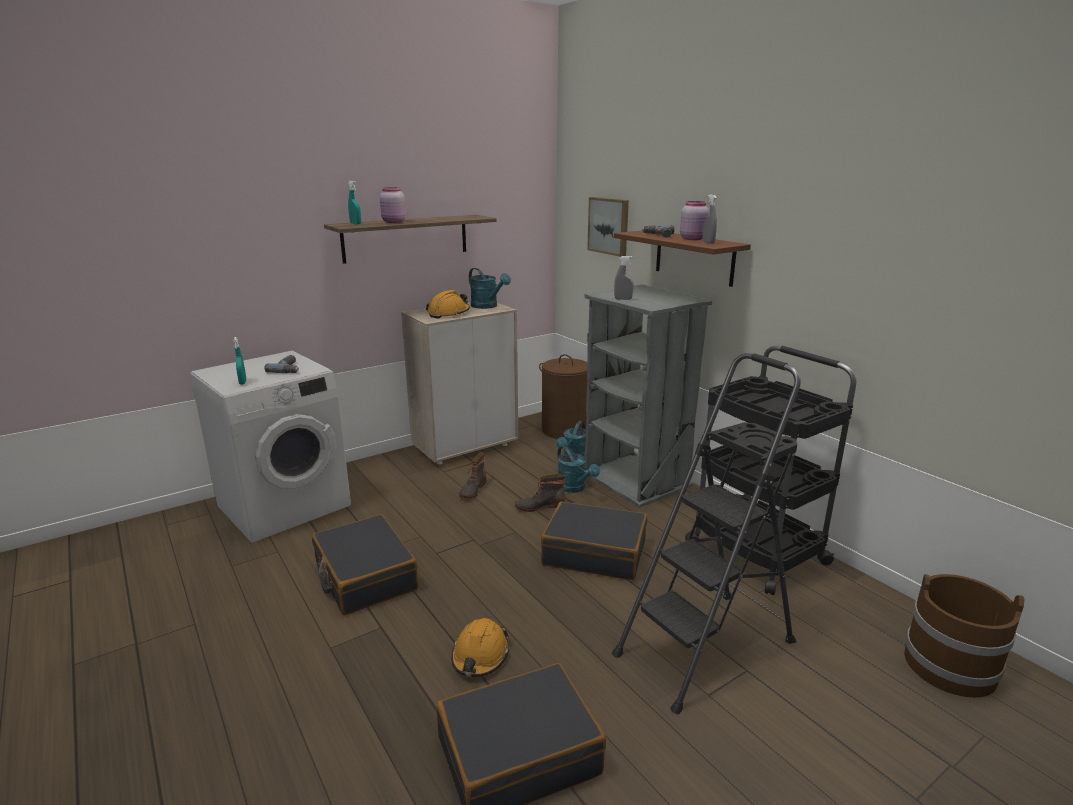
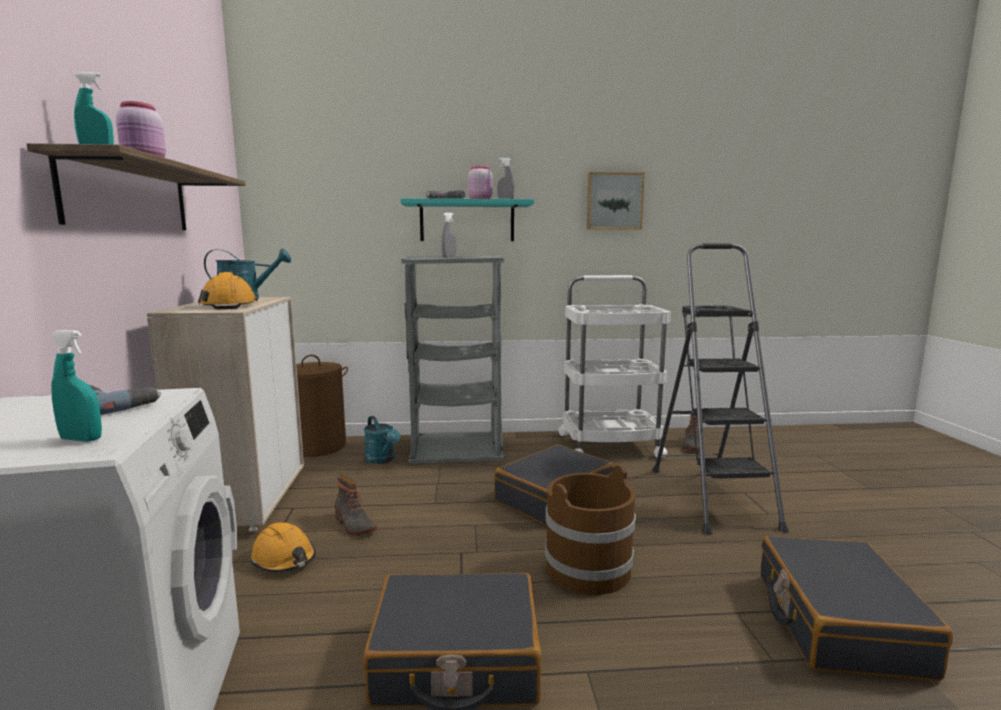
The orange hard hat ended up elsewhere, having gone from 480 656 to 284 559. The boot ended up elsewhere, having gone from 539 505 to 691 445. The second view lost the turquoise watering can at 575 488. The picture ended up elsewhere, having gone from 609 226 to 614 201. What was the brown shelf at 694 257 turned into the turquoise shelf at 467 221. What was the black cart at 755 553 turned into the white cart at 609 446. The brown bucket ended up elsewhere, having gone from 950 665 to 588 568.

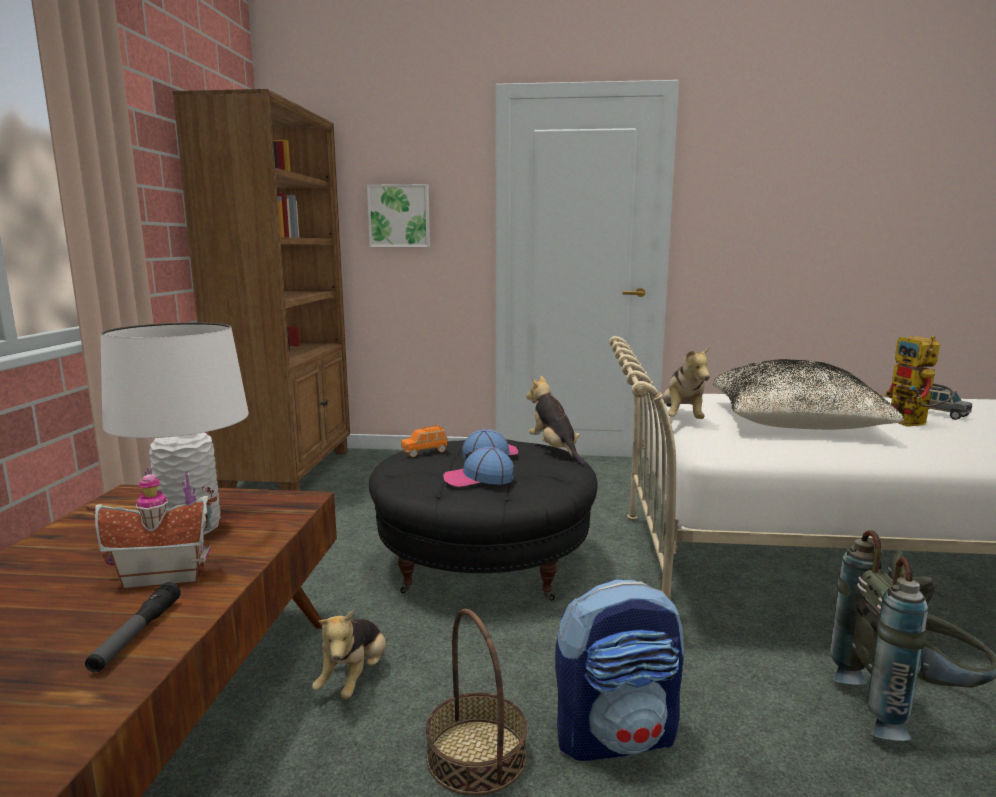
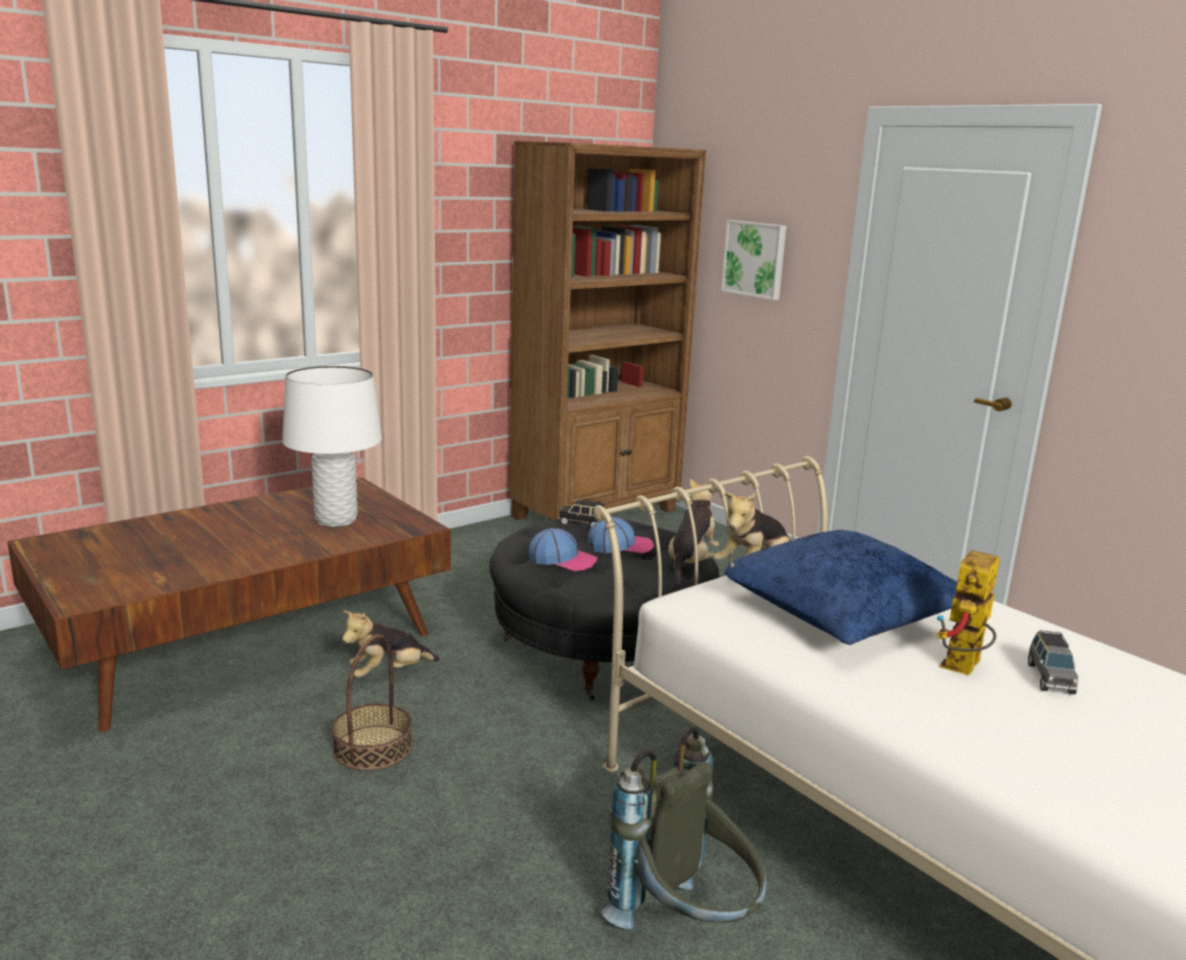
The second view lost the flashlight at 137 634. The second view lost the toy house at 164 575. What was the orange toy car at 425 452 turned into the black toy car at 582 524. The cap at 478 478 ended up facing another way, 150 degrees clockwise from before. The second view lost the backpack at 616 736. What was the beige pillow at 794 420 turned into the blue pillow at 840 611.

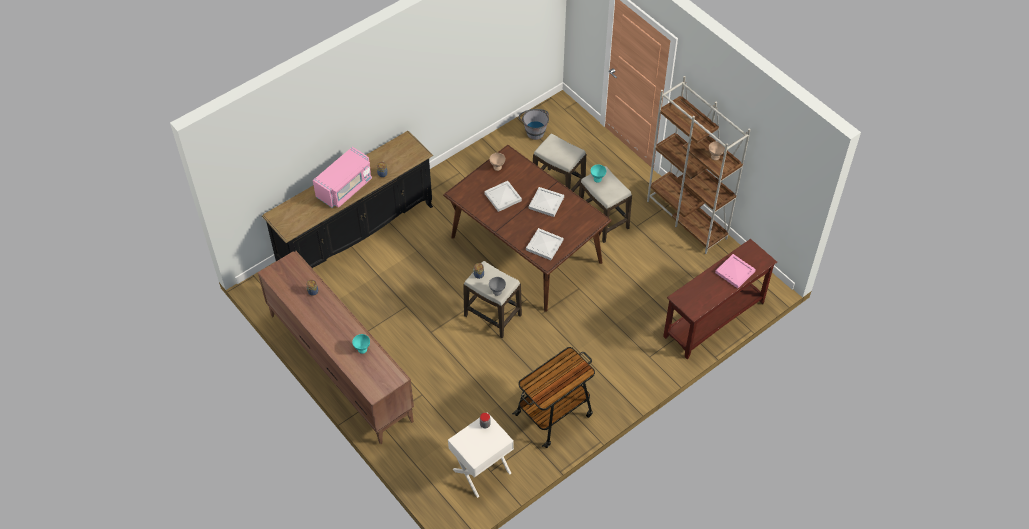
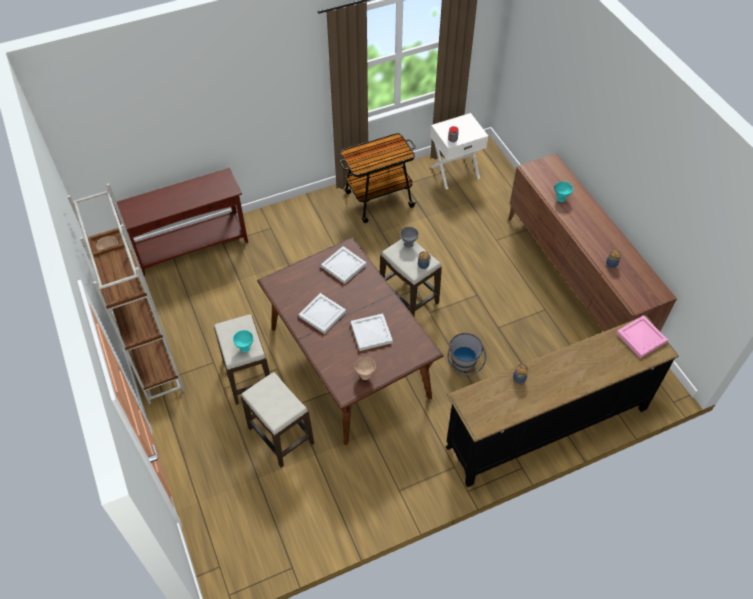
The second view lost the pink microwave at 345 188. The grey bucket ended up elsewhere, having gone from 534 130 to 464 366. The pink tray ended up elsewhere, having gone from 735 272 to 641 337.

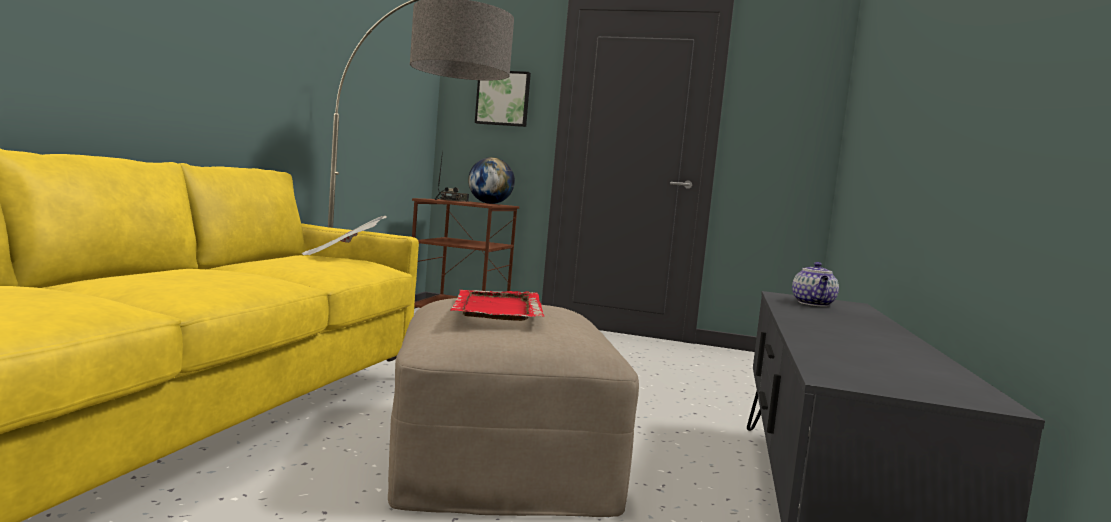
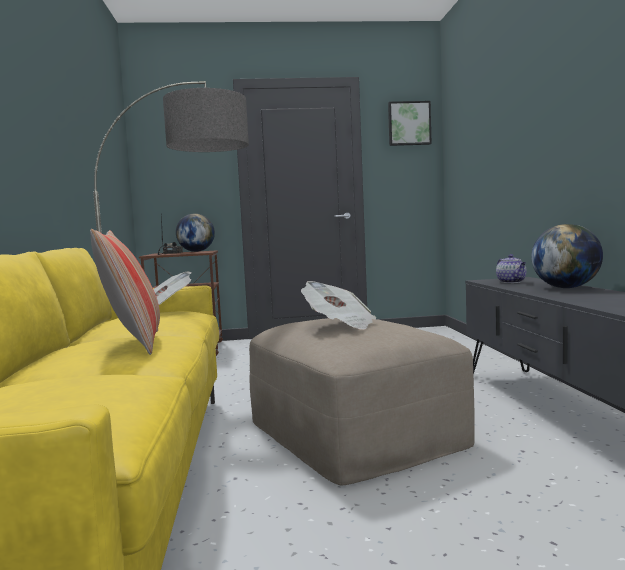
Where the red tray stood at 497 309, the newspaper came to stand at 340 324. The picture ended up elsewhere, having gone from 503 98 to 409 123. The second view gained the pillow at 134 343. The second view gained the globe at 566 288.

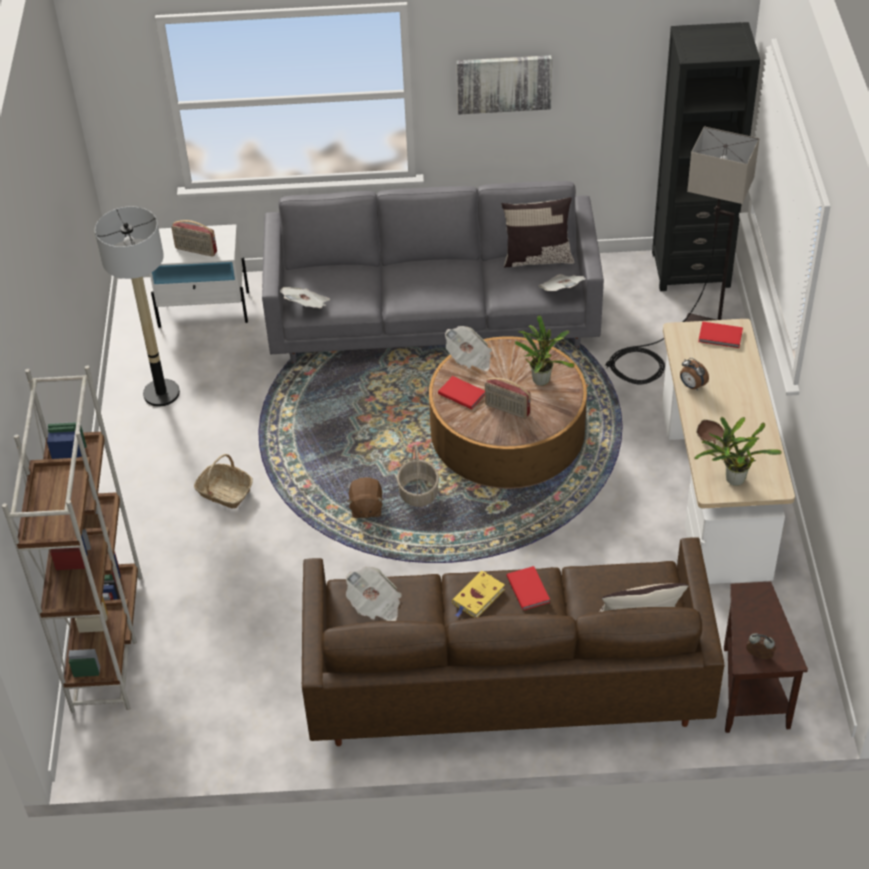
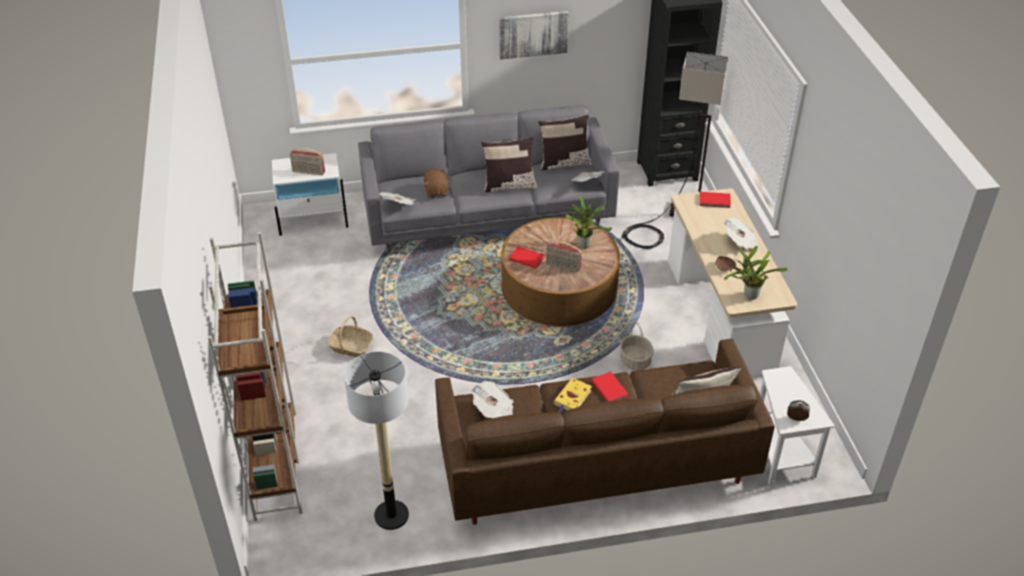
The floor lamp ended up elsewhere, having gone from 161 393 to 391 515. The brown plush toy ended up elsewhere, having gone from 366 508 to 436 191. The basket ended up elsewhere, having gone from 418 493 to 634 360. The newspaper ended up elsewhere, having gone from 469 358 to 741 242. The second view lost the alarm clock at 691 386. What was the brown side table at 750 693 turned into the white side table at 780 455. The second view gained the pillow at 509 185.

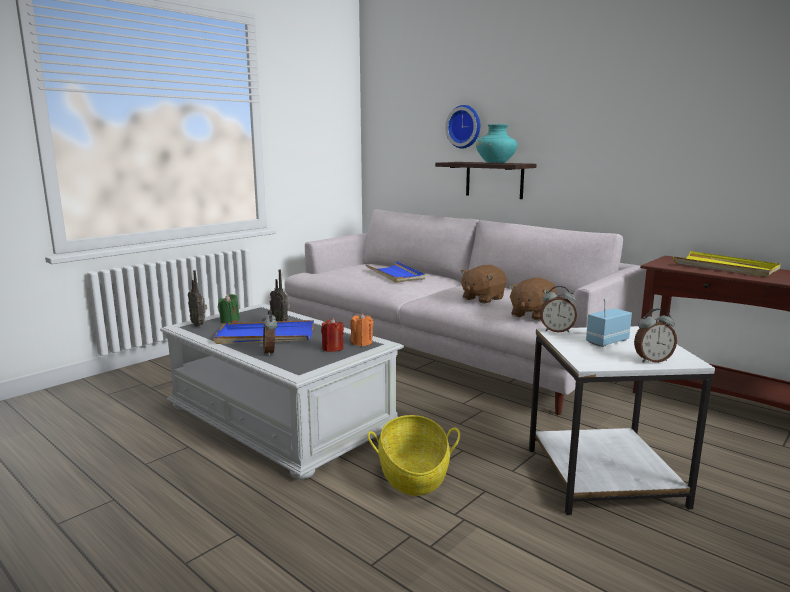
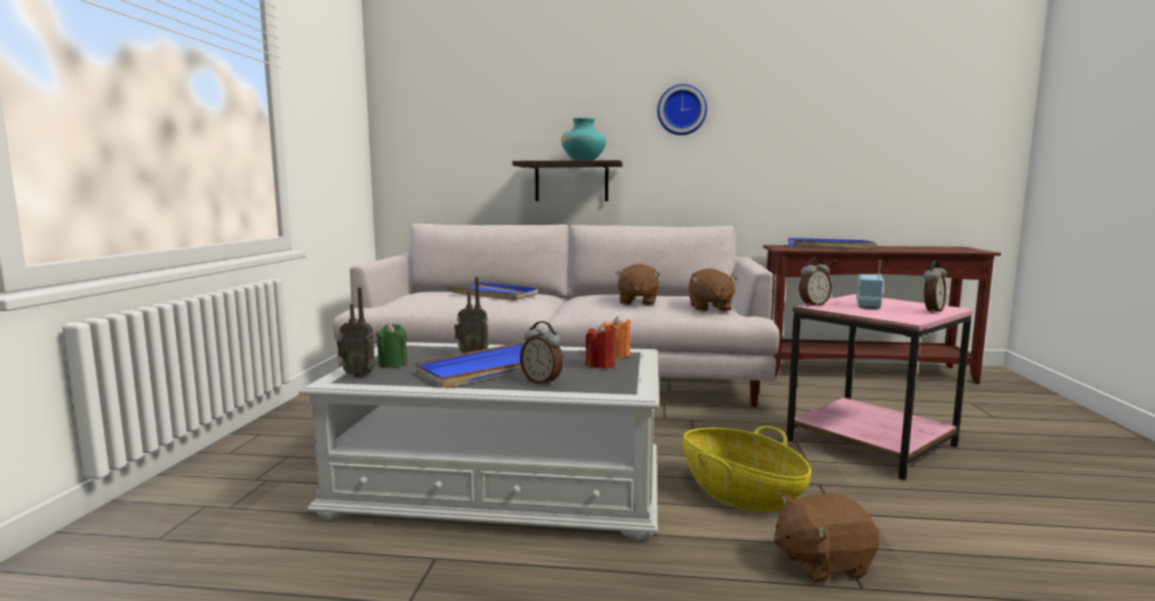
The wall clock ended up elsewhere, having gone from 465 127 to 681 110. What was the white side table at 604 475 turned into the pink side table at 869 442. What was the yellow tray at 725 267 turned into the blue tray at 830 247. The second view gained the brown plush toy at 821 563.

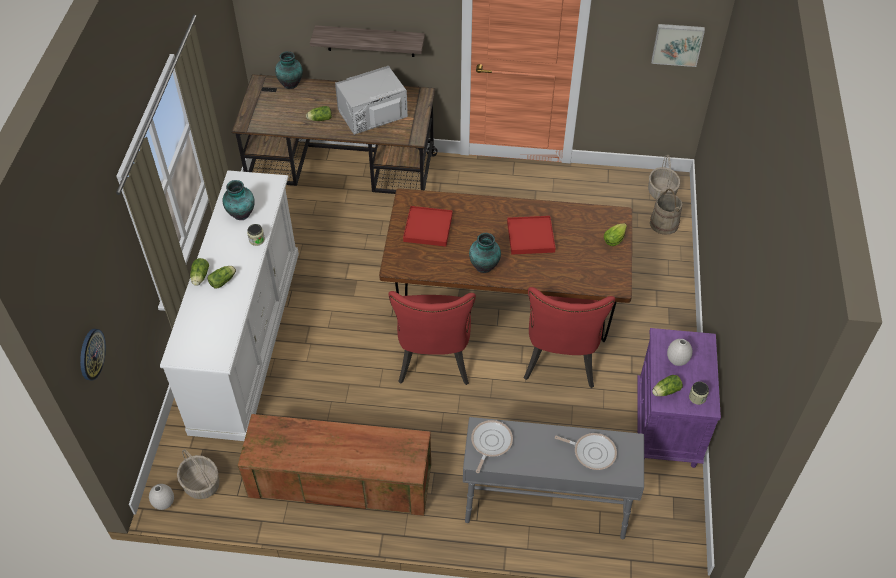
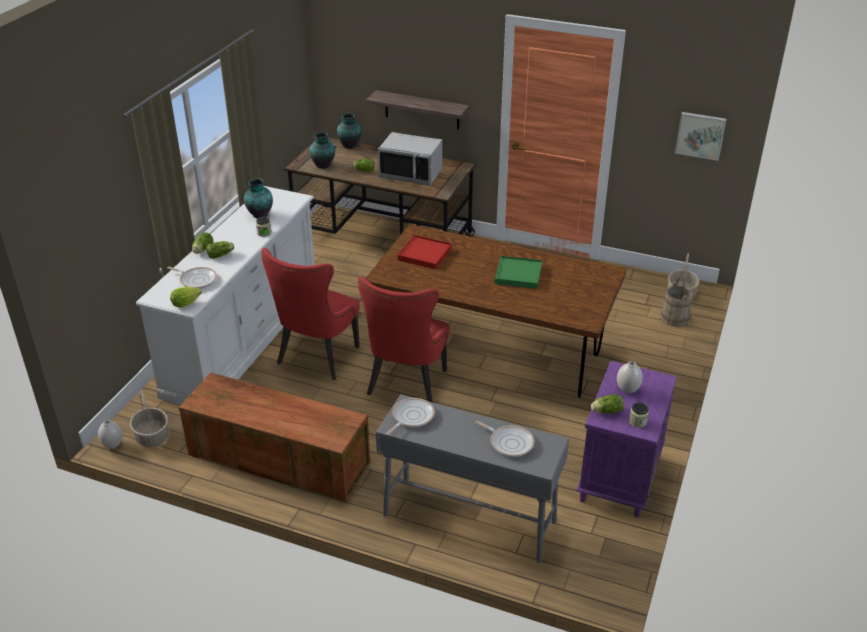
The second view lost the wall clock at 91 354. The grey microwave at 373 115 ended up facing another way, 150 degrees counterclockwise from before. The vase ended up elsewhere, having gone from 485 266 to 323 165. What was the red tray at 530 237 turned into the green tray at 518 274. The red chair ended up elsewhere, having gone from 560 361 to 317 357. The lettuce ended up elsewhere, having gone from 615 239 to 187 303. The second view gained the frying pan at 196 280.

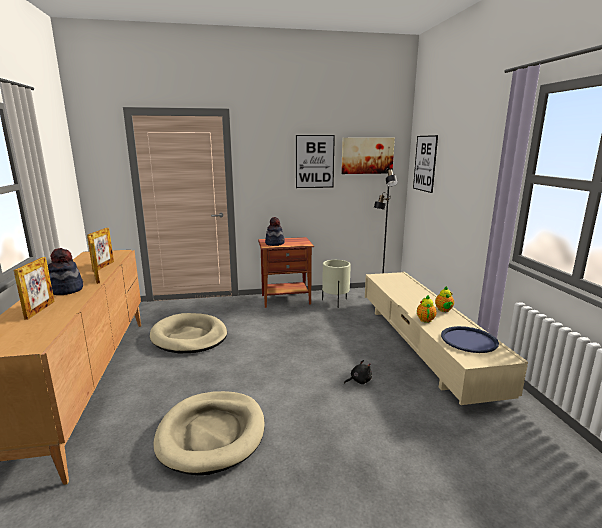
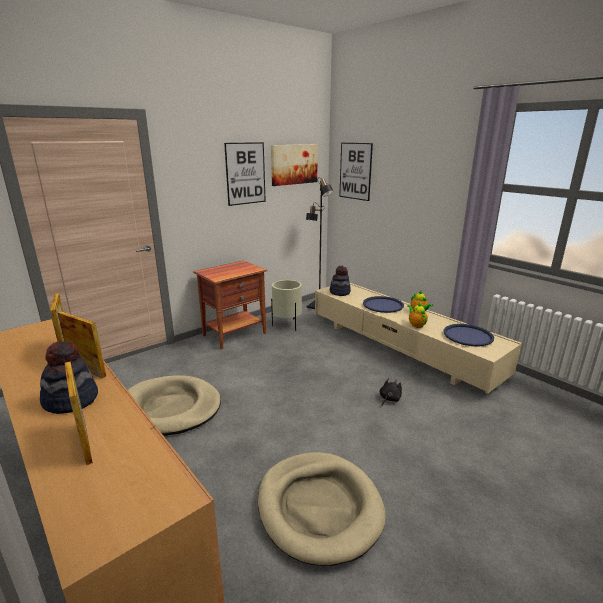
The hat ended up elsewhere, having gone from 275 243 to 340 292. The second view gained the blue tray at 383 305.

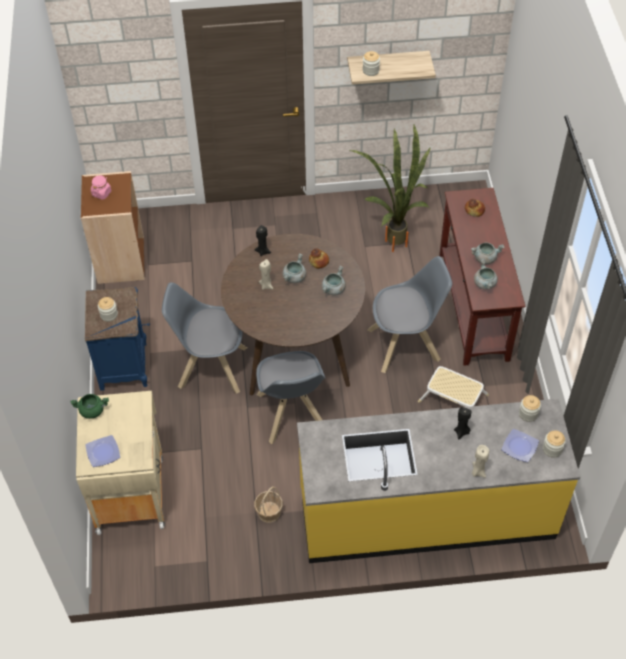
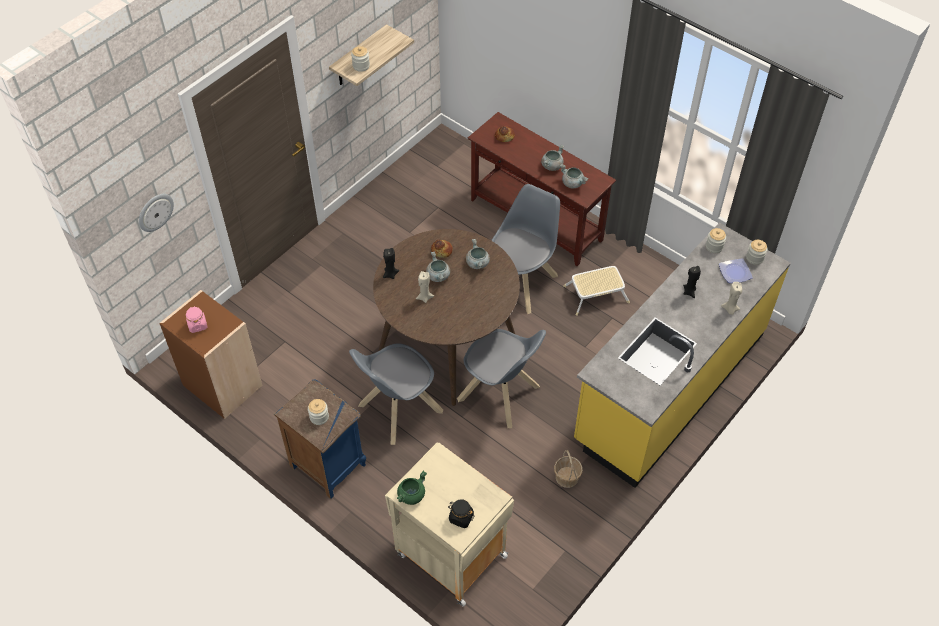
Where the plate stood at 104 453, the black jar came to stand at 461 517. The second view lost the potted plant at 394 238. The second view gained the wall clock at 155 212.

